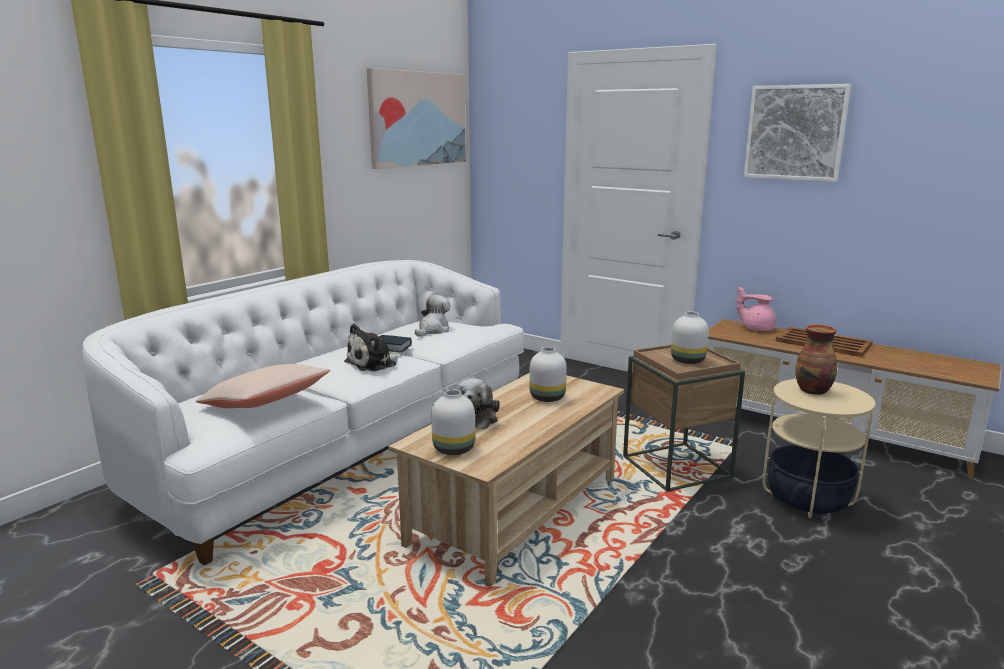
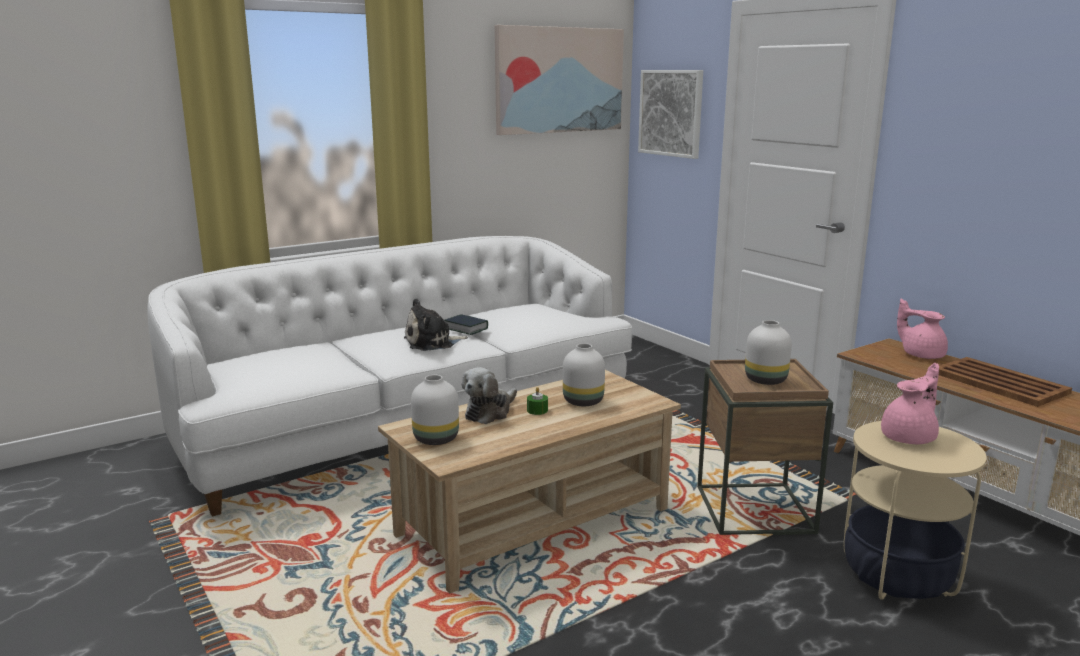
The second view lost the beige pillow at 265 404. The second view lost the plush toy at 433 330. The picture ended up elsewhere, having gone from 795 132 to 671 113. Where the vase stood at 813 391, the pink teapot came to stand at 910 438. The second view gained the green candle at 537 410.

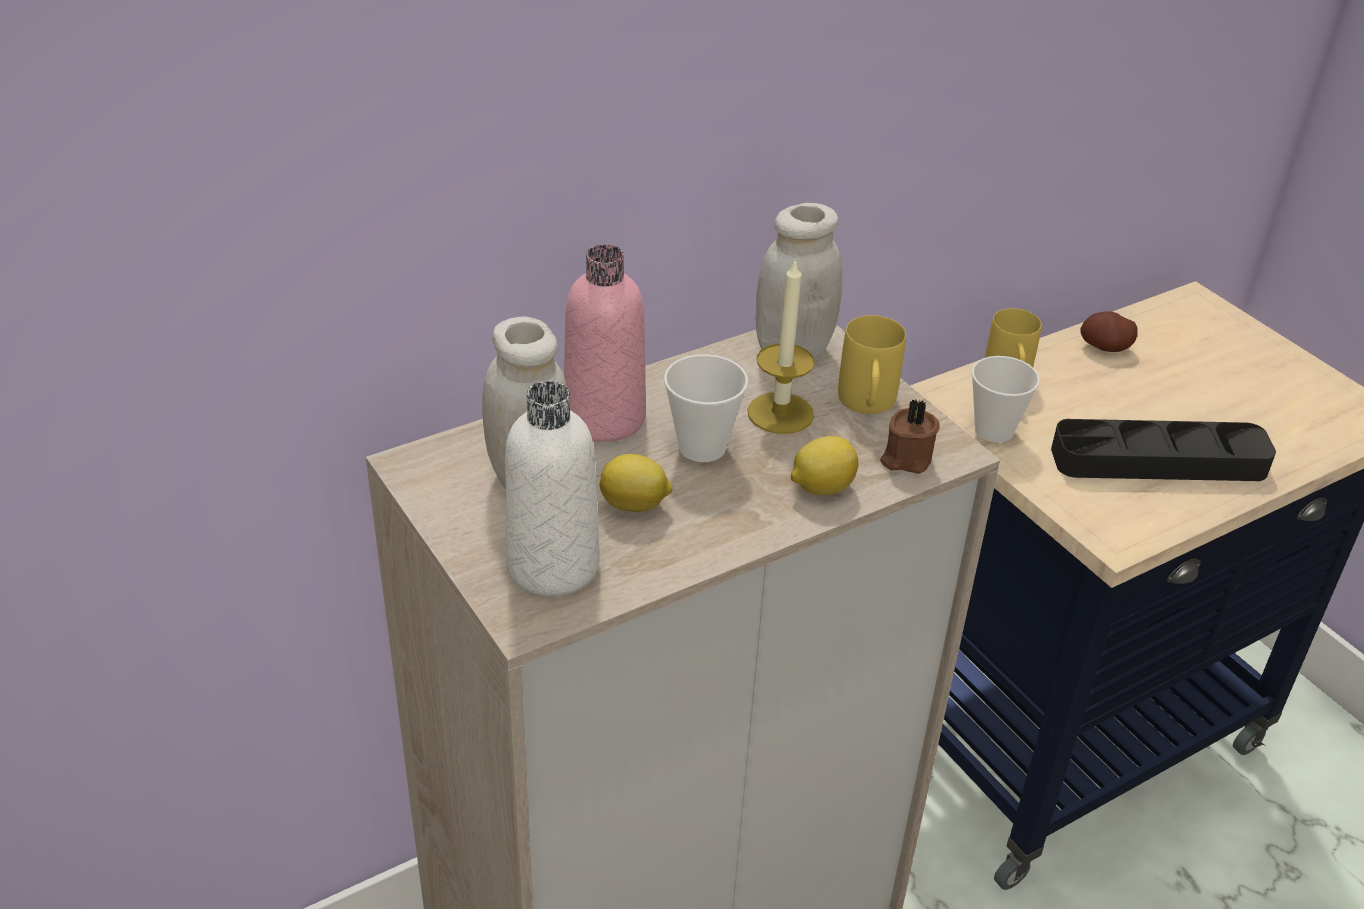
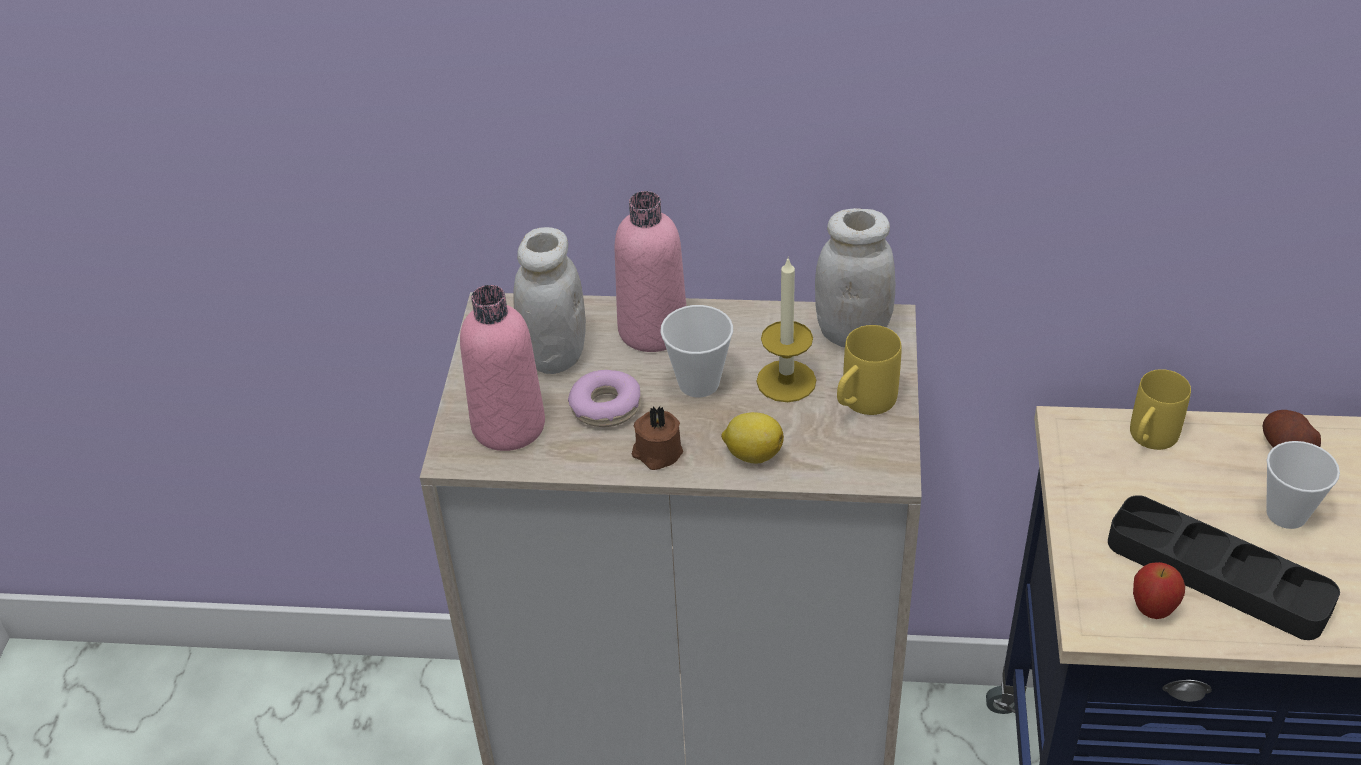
What was the white bottle at 553 566 turned into the pink bottle at 508 426. Where the lemon stood at 635 505, the donut came to stand at 605 407. The brown candle ended up elsewhere, having gone from 905 458 to 656 453. The cup ended up elsewhere, having gone from 994 430 to 1286 514. The second view gained the apple at 1152 610.

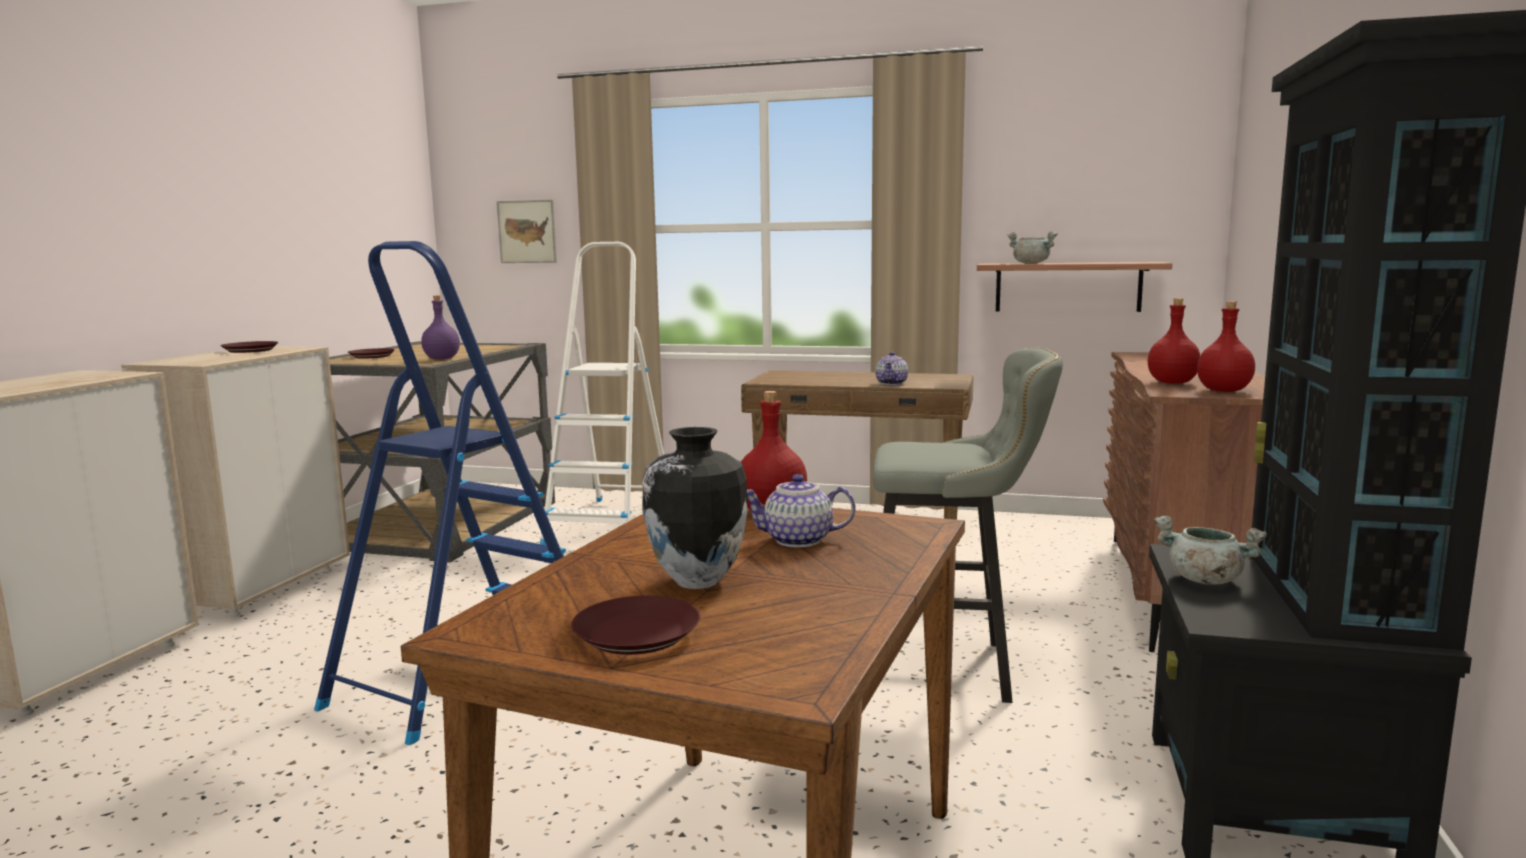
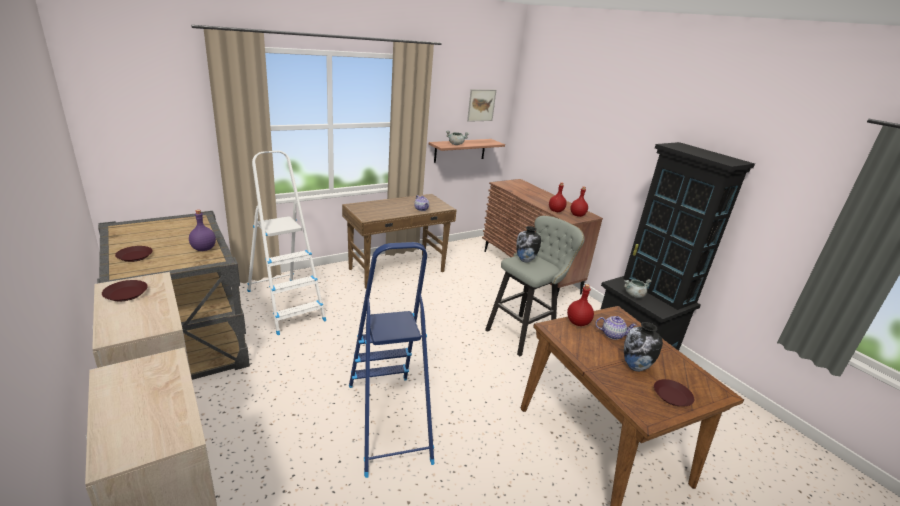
The picture ended up elsewhere, having gone from 527 231 to 481 105. The teapot at 799 540 ended up facing another way, 120 degrees counterclockwise from before. The second view gained the vase at 525 260.

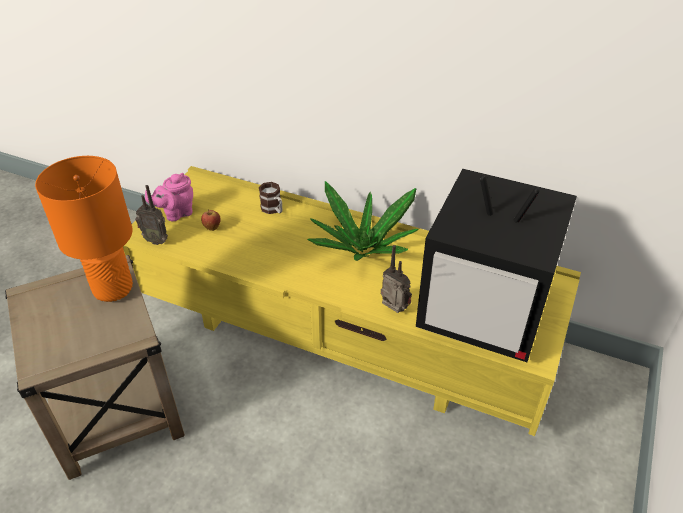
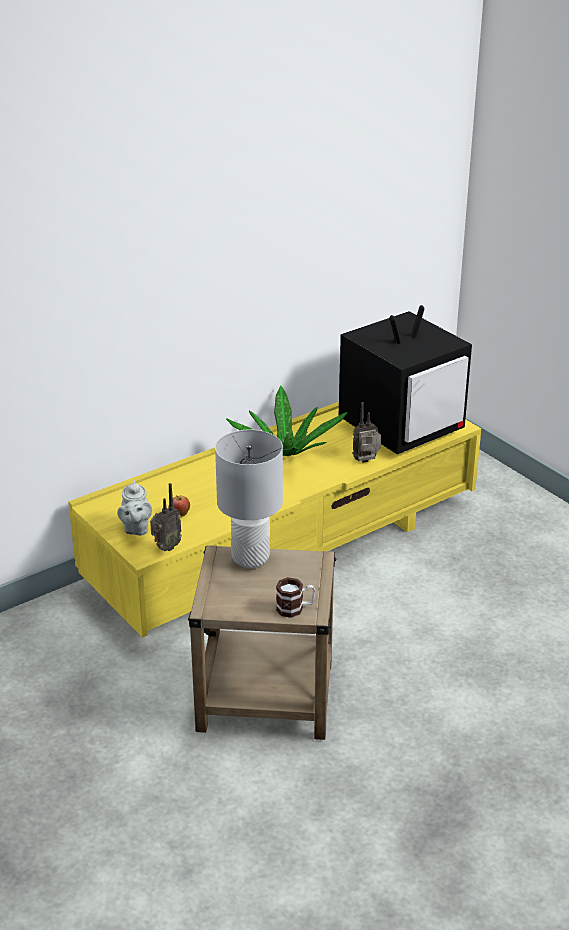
What was the orange table lamp at 113 291 turned into the grey table lamp at 250 560. What was the pink teapot at 176 213 turned into the grey teapot at 136 529. The mug ended up elsewhere, having gone from 273 209 to 295 608.

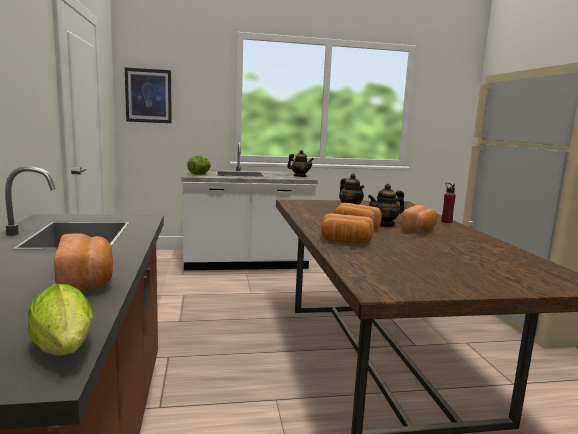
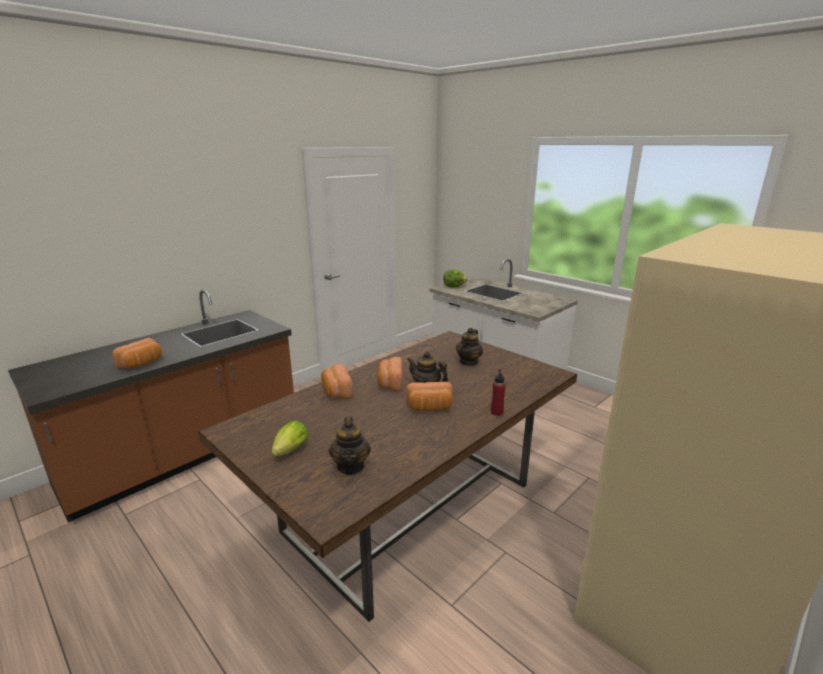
The lettuce ended up elsewhere, having gone from 65 352 to 289 452. The second view lost the picture at 148 96. The teapot ended up elsewhere, having gone from 300 176 to 351 466.

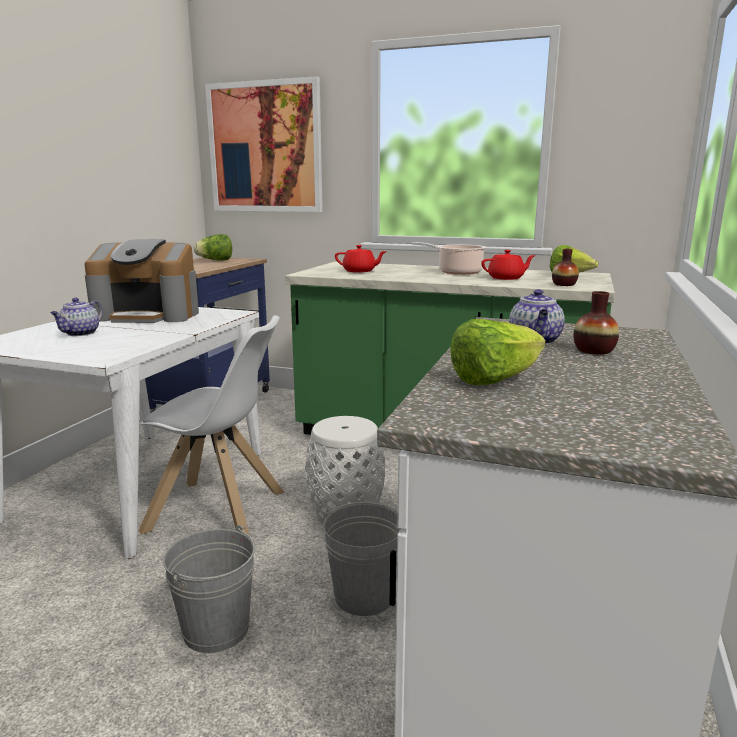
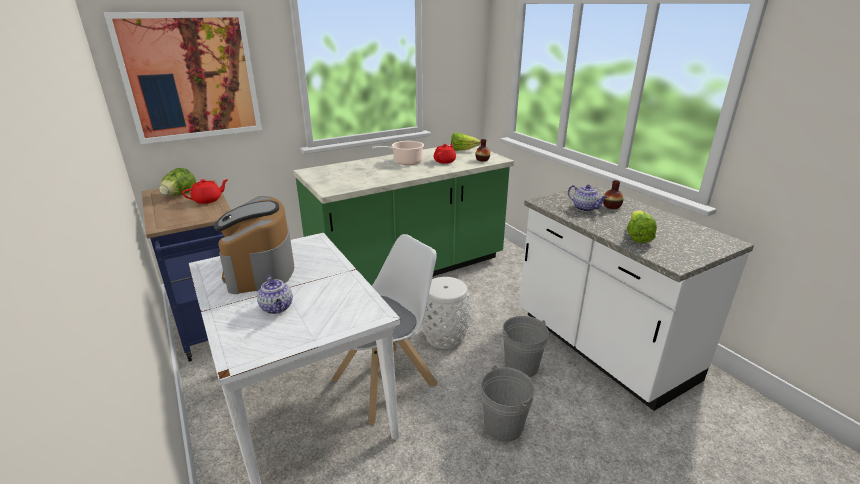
The coffee machine at 148 315 ended up facing another way, 120 degrees clockwise from before. The red teapot ended up elsewhere, having gone from 360 271 to 208 200.

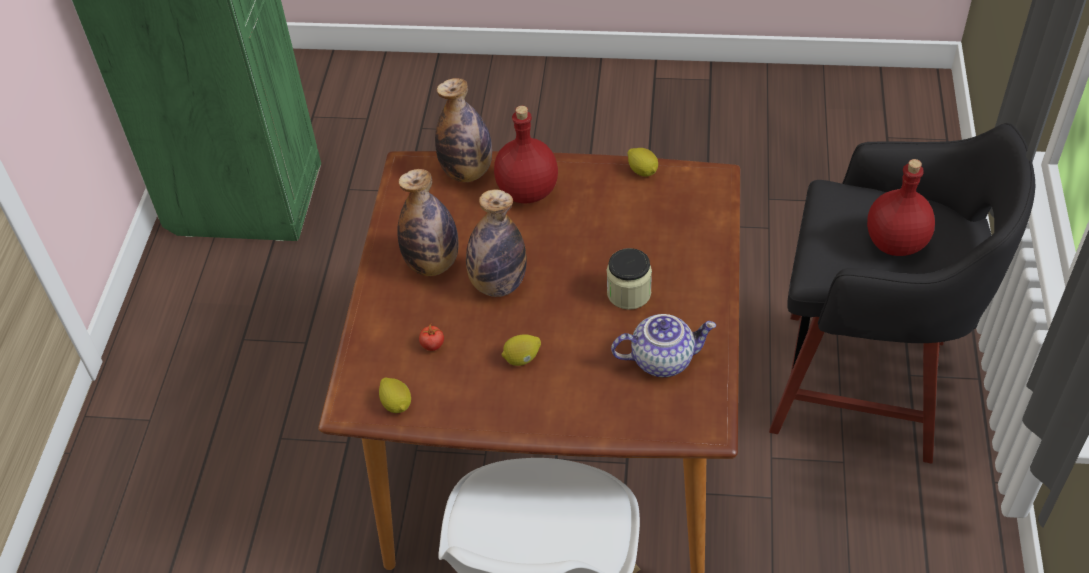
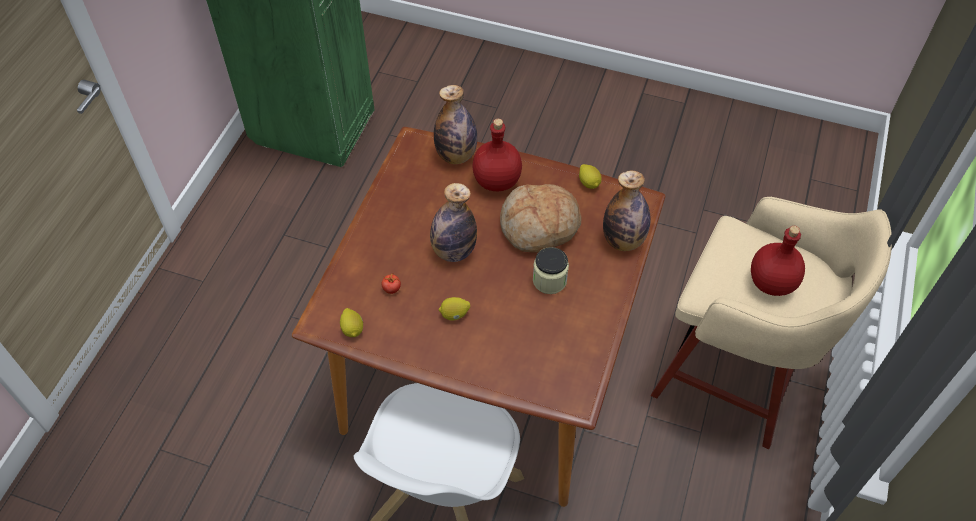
The bottle ended up elsewhere, having gone from 432 264 to 623 240. The second view lost the teapot at 662 358. What was the black stool at 866 387 turned into the beige stool at 735 376. The second view gained the bread at 539 226.

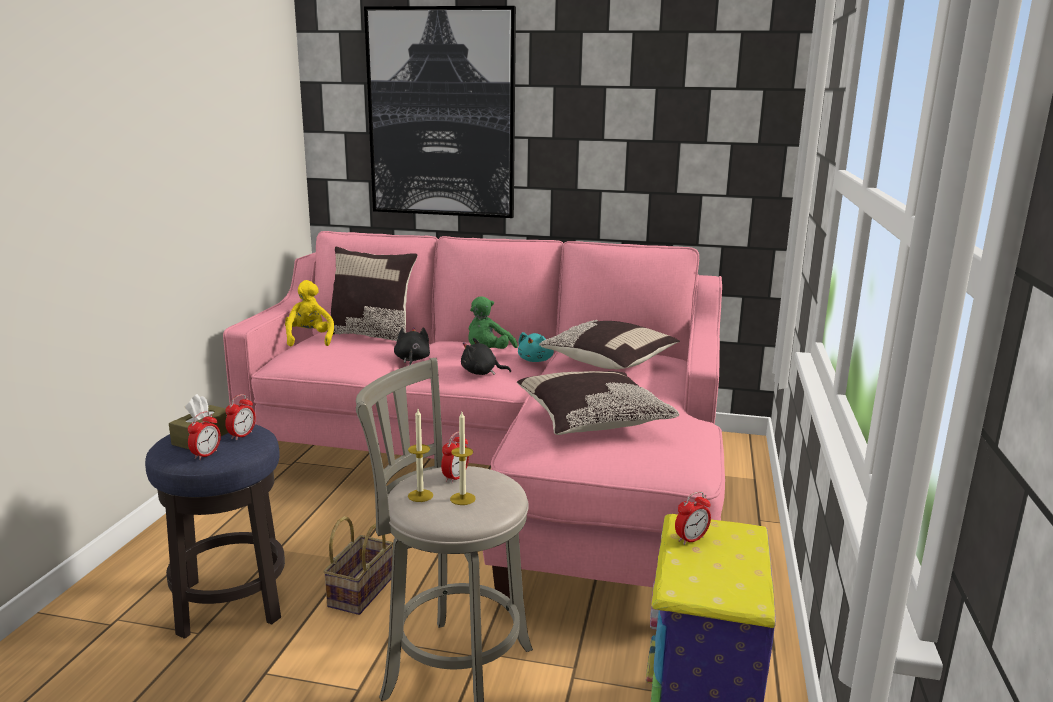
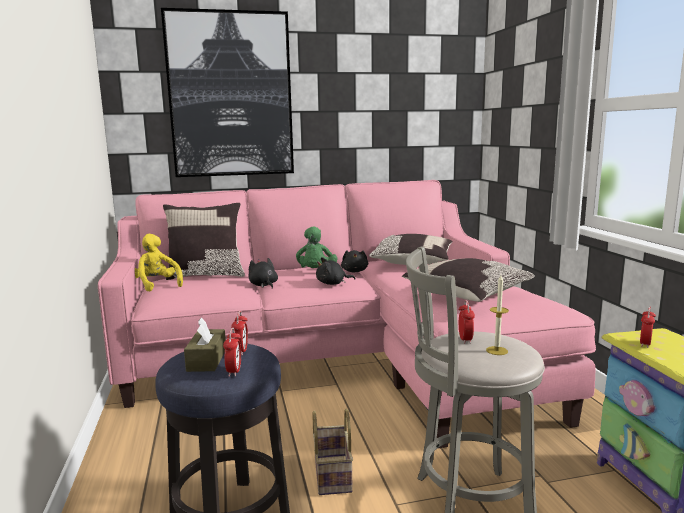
The second view lost the candle at 420 495. What was the turquoise plush toy at 536 360 turned into the black plush toy at 354 271.

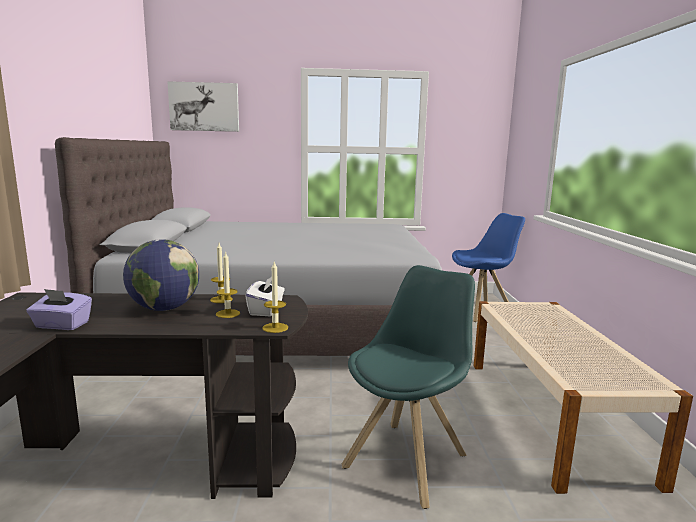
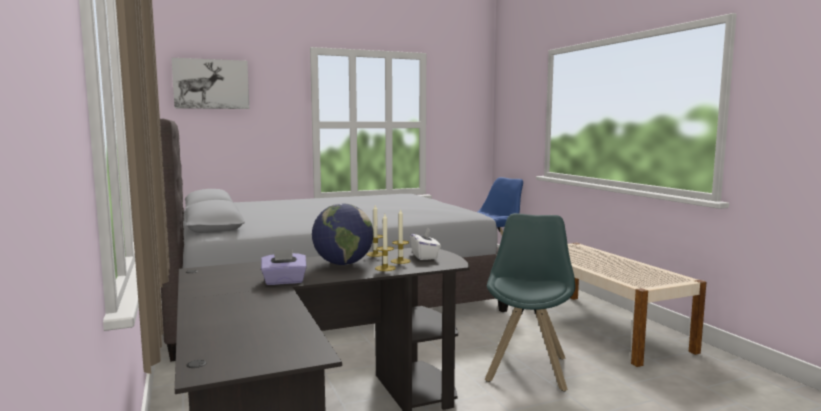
The candle ended up elsewhere, having gone from 275 328 to 385 268.

